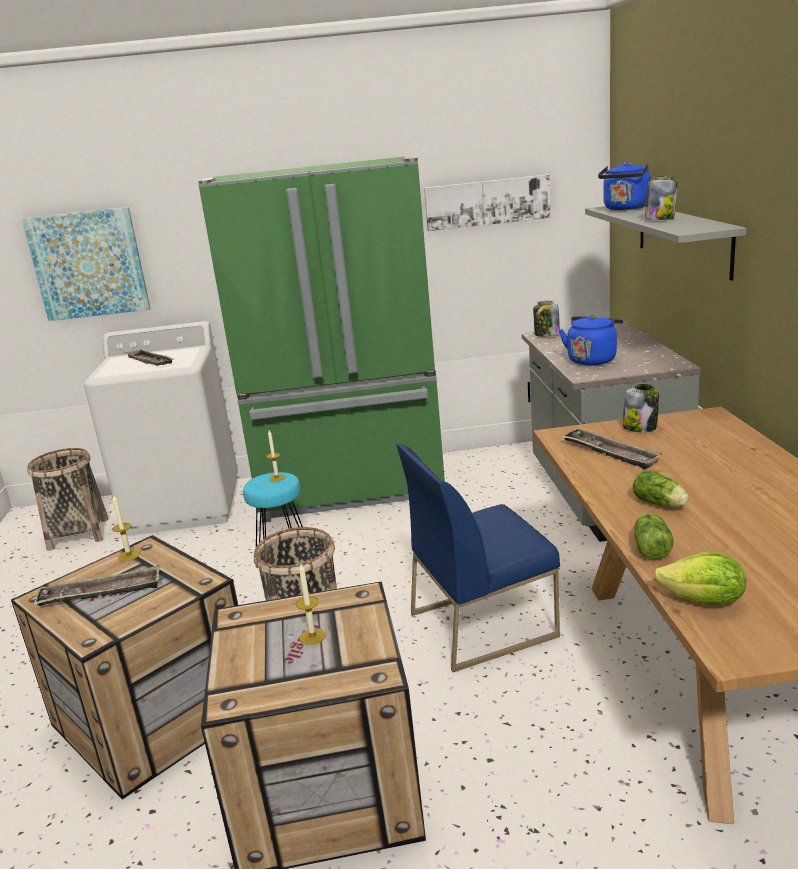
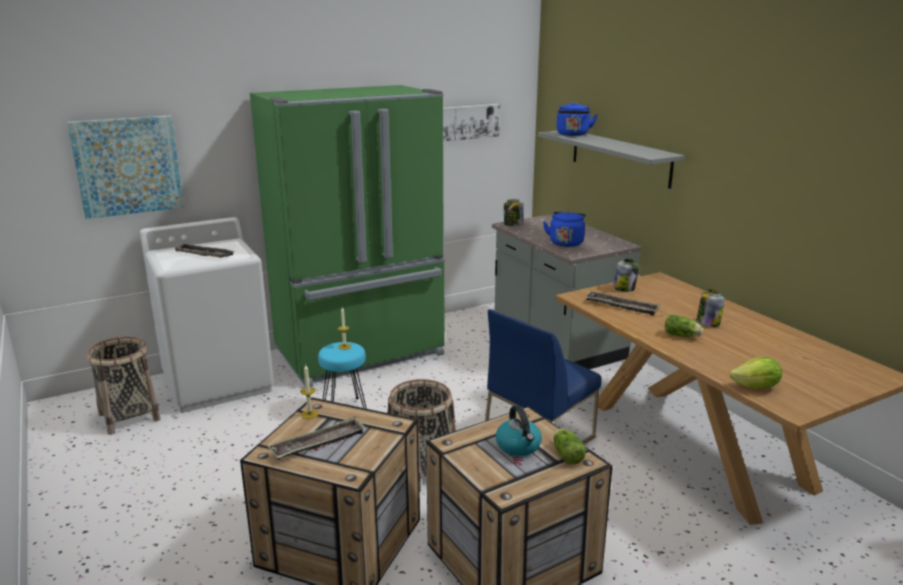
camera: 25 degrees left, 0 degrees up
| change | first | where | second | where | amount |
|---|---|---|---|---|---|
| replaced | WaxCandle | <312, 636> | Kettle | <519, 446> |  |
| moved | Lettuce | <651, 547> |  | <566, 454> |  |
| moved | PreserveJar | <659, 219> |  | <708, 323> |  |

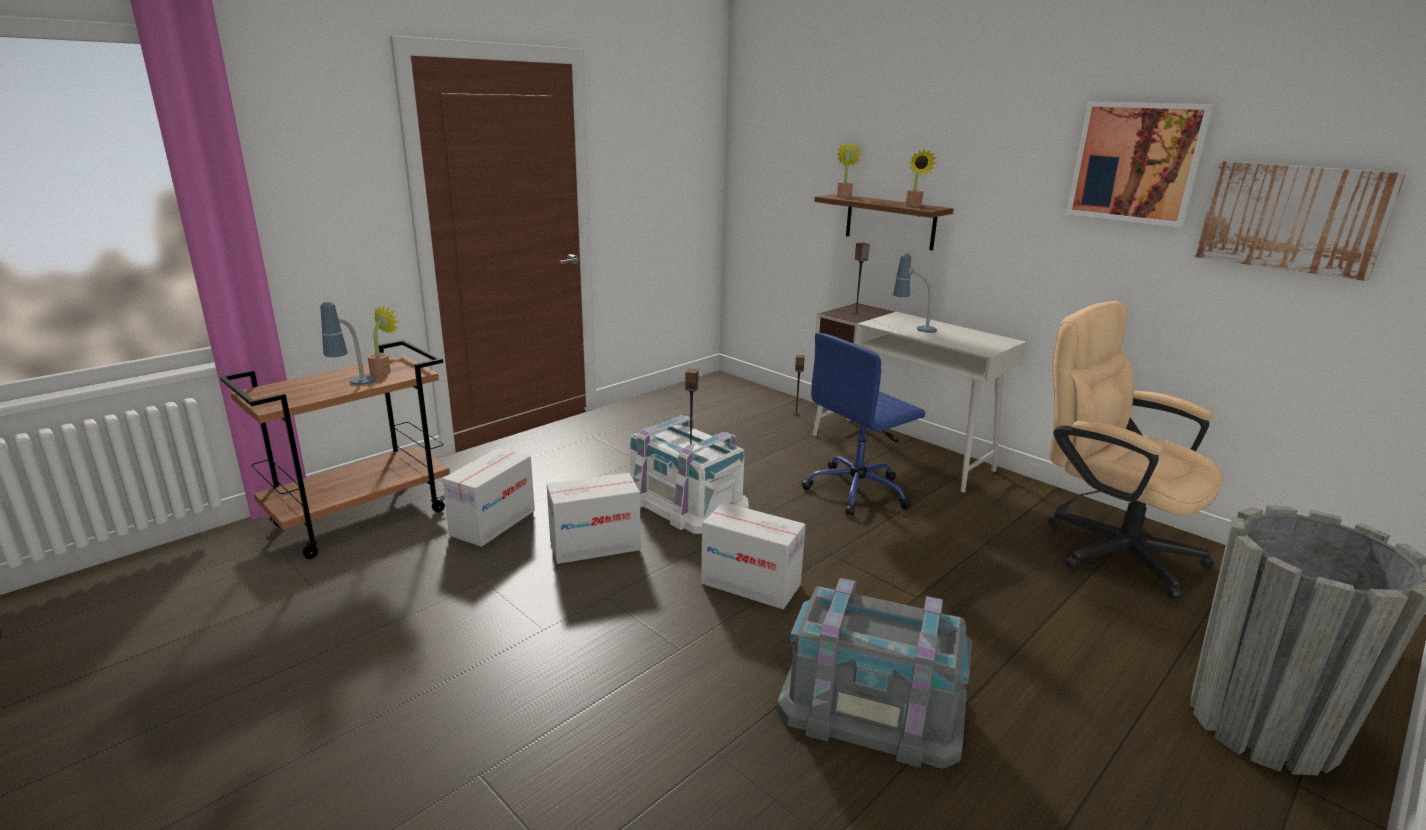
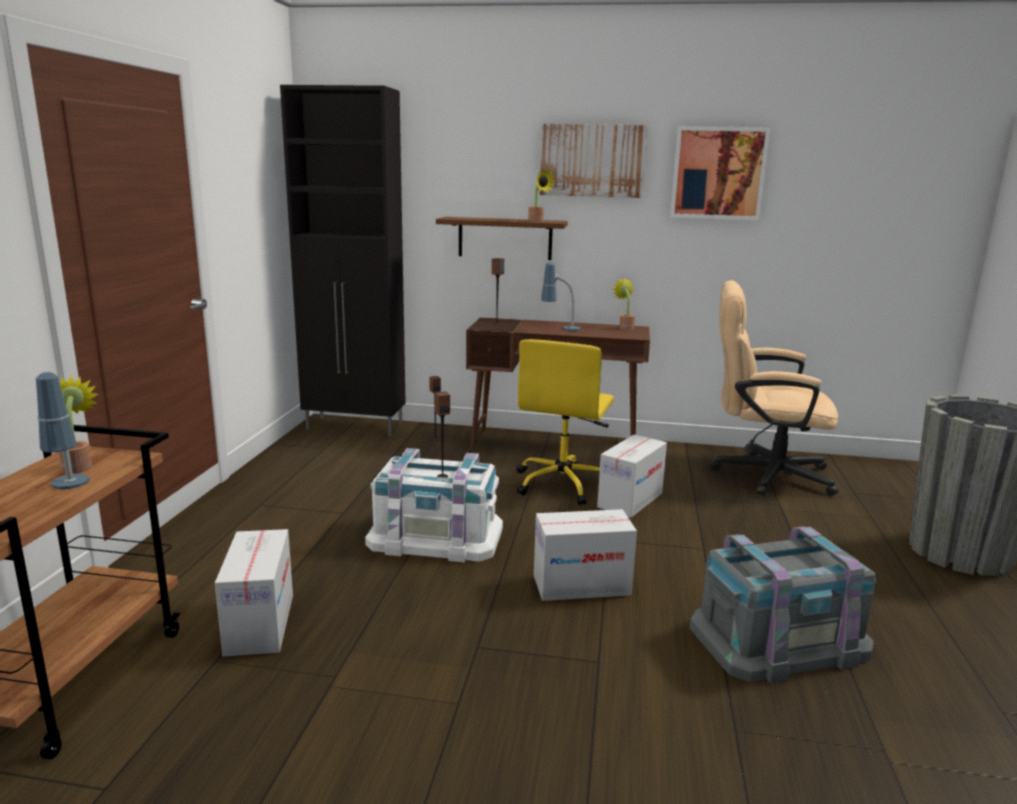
camera: 35 degrees left, 5 degrees down
| change | first | where | second | where | amount |
|---|---|---|---|---|---|
| added |  |  | BlackishCabinet | <356, 427> |  |
| recoloured | WhiteDeskTable | <901, 452> | BrownDeskTable | <555, 445> |  |
| recoloured | BluishComputerChair | <858, 490> | YellowComputerChair | <563, 484> |  |
| moved | Picture | <1292, 218> |  | <592, 161> |  |
| moved | CardboardBox | <595, 546> |  | <630, 500> |  |
| moved | PlantInAPot | <844, 196> |  | <625, 328> |  |

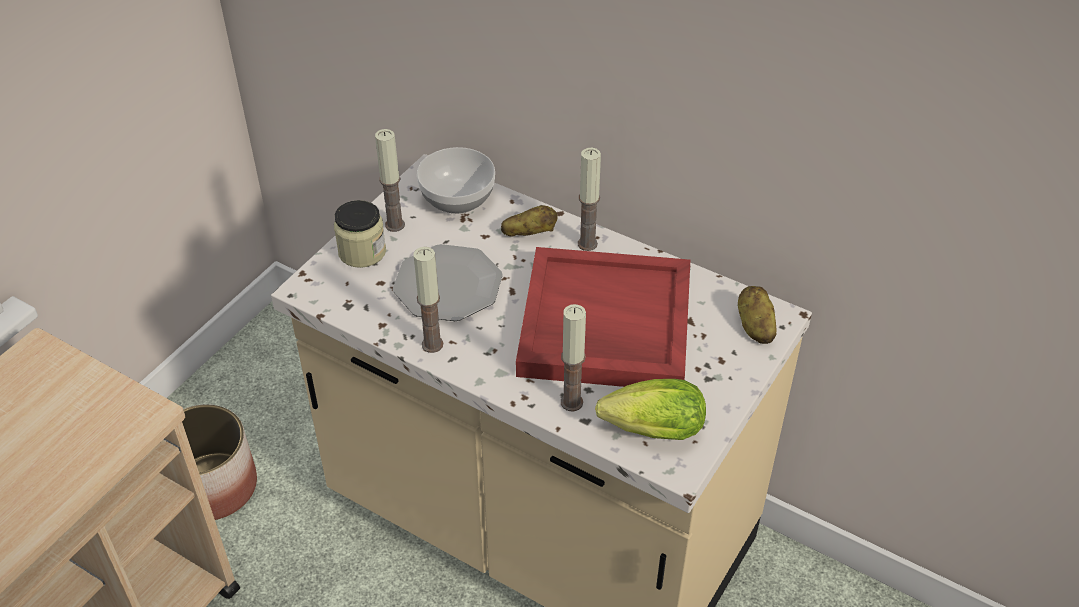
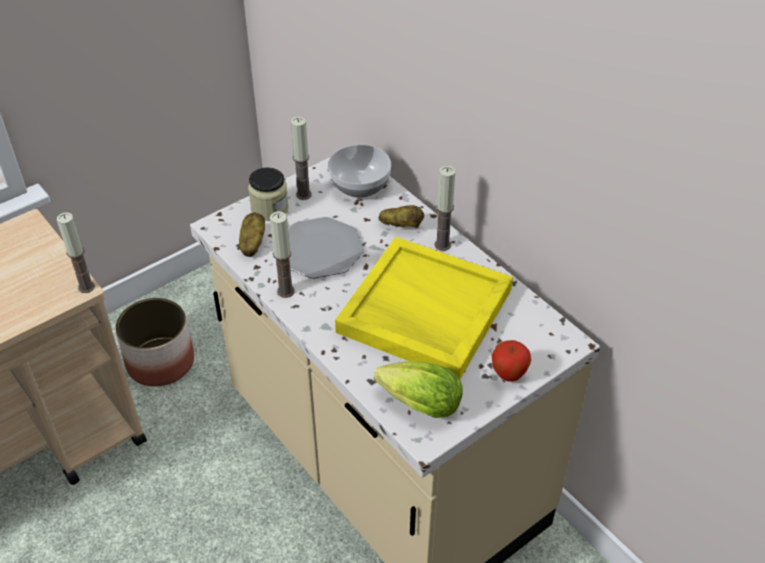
camera: 20 degrees right, 0 degrees up
| change | first | where | second | where | amount |
|---|---|---|---|---|---|
| moved | WaxCandle | <571, 402> |  | <86, 287> |  |
| moved | Potato | <754, 326> |  | <252, 244> |  |
| recoloured | RedTray | <604, 325> | YellowTray | <423, 311> |  |
| added |  |  | Apple | <508, 375> |  |

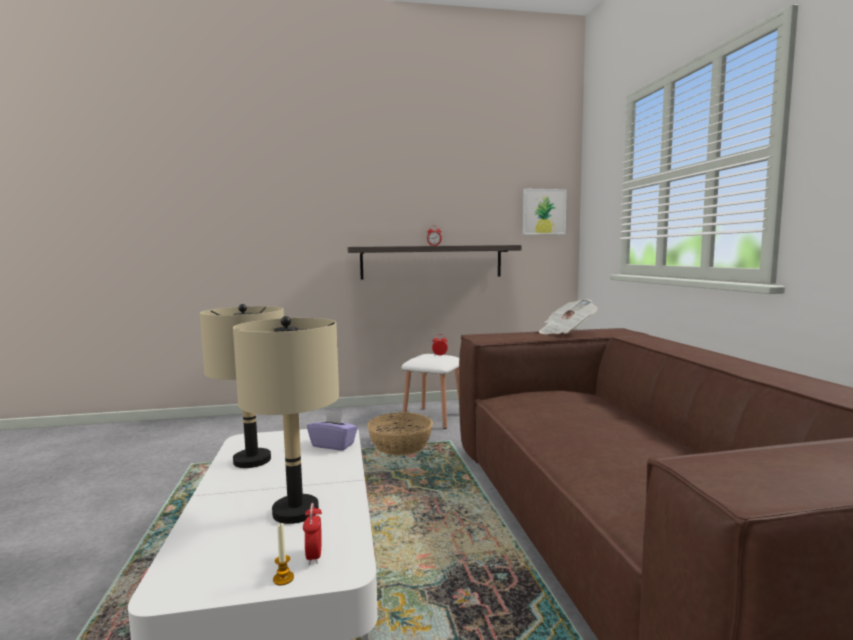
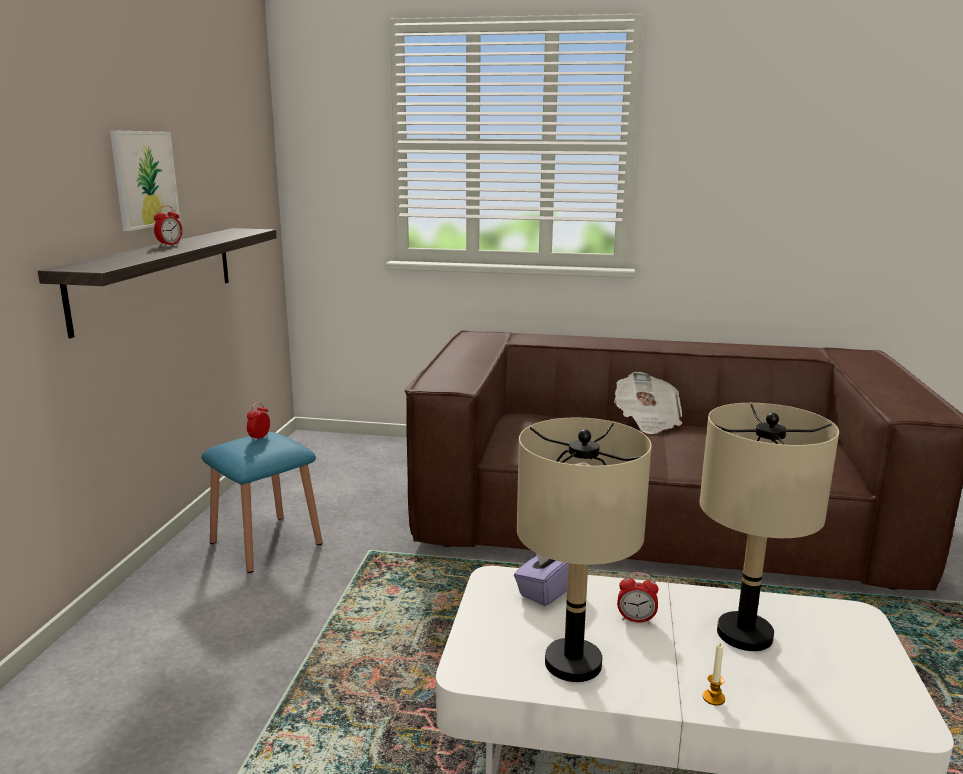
camera: 70 degrees left, 10 degrees up
| change | first | where | second | where | amount |
|---|---|---|---|---|---|
| moved | Picture | <544, 212> |  | <145, 179> |  |
| recoloured | WhiteSittingStool | <433, 418> | BluishSittingStool | <266, 543> |  |
| moved | PrintedPaper | <566, 332> |  | <647, 421> |  |
| moved | BedsideClock | <314, 556> |  | <636, 619> |  |
| moved | WaxCandle | <283, 578> |  | <713, 698> |  |
| removed | Basket | <401, 446> |  |  |  |

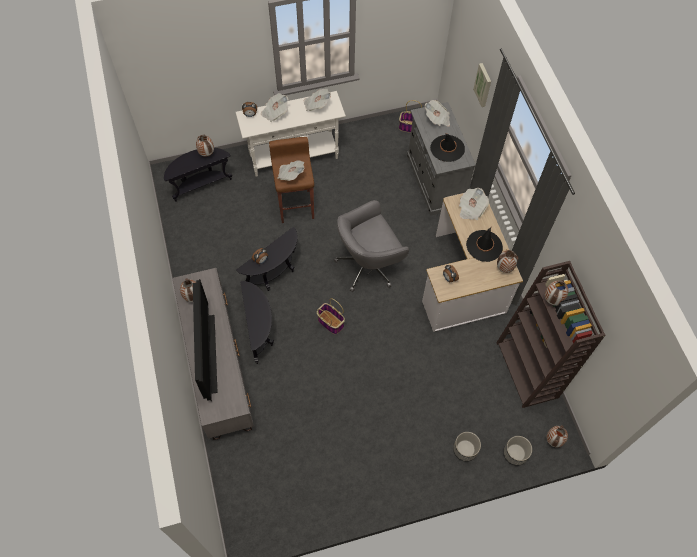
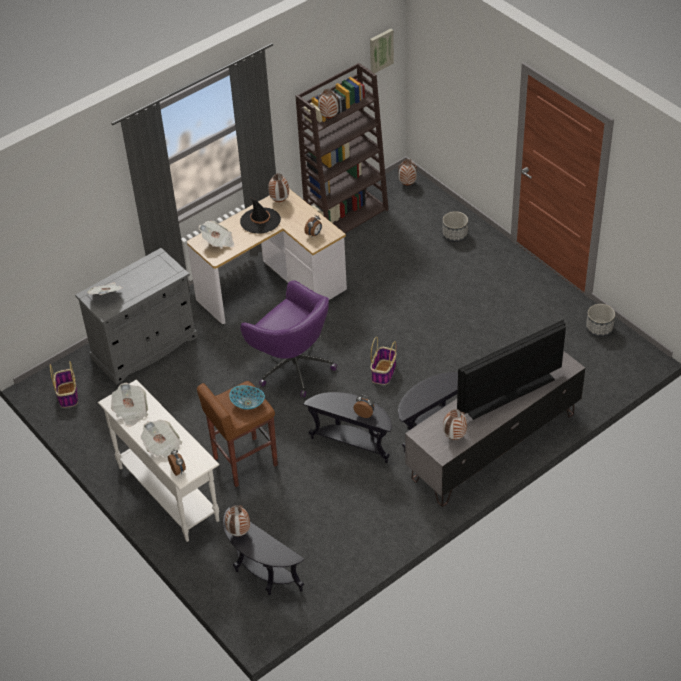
camera: 110 degrees left, 15 degrees down
| change | first | where | second | where | amount |
|---|---|---|---|---|---|
| replaced | PrintedPaper | <290, 174> | DeepDish | <248, 403> |  |
| recoloured | GreyComputerChair | <368, 265> | PurpleComputerChair | <293, 366> |  |
| moved | Picture | <483, 85> |  | <380, 50> |  |
| moved | PlantPot | <515, 453> |  | <599, 328> |  |
| removed | BlackishClothingHat | <447, 148> |  |  |  |

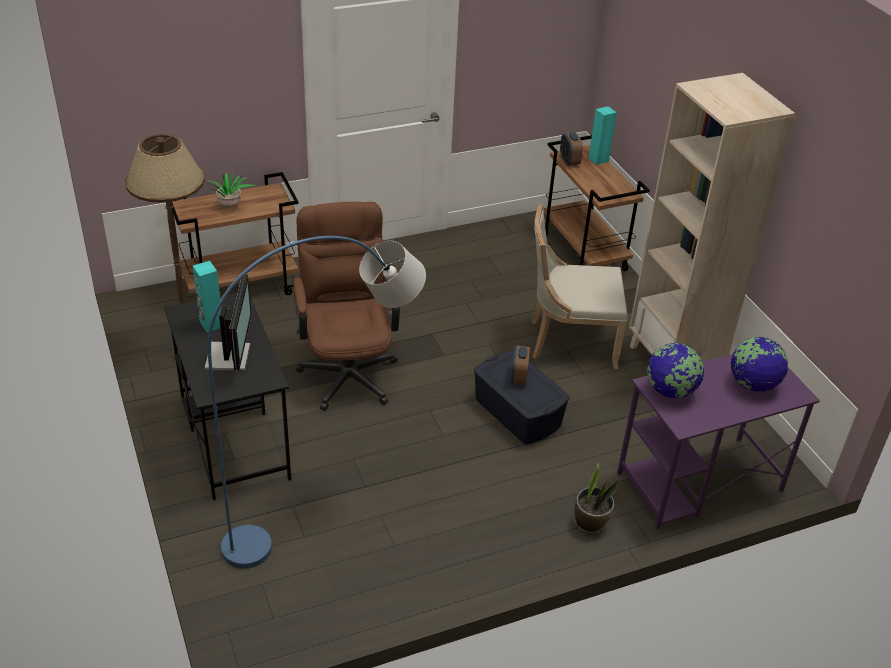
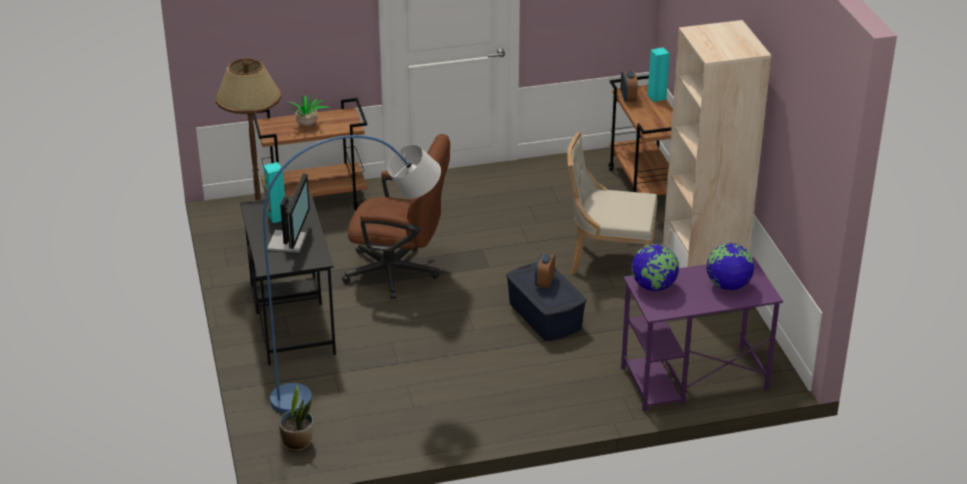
camera: 10 degrees right, 5 degrees down
| change | first | where | second | where | amount |
|---|---|---|---|---|---|
| moved | PlantInAPot | <590, 523> |  | <297, 443> |  |
| turned | BrownComputerChair | <347, 369> |  | <400, 273> | 105 degrees clockwise |

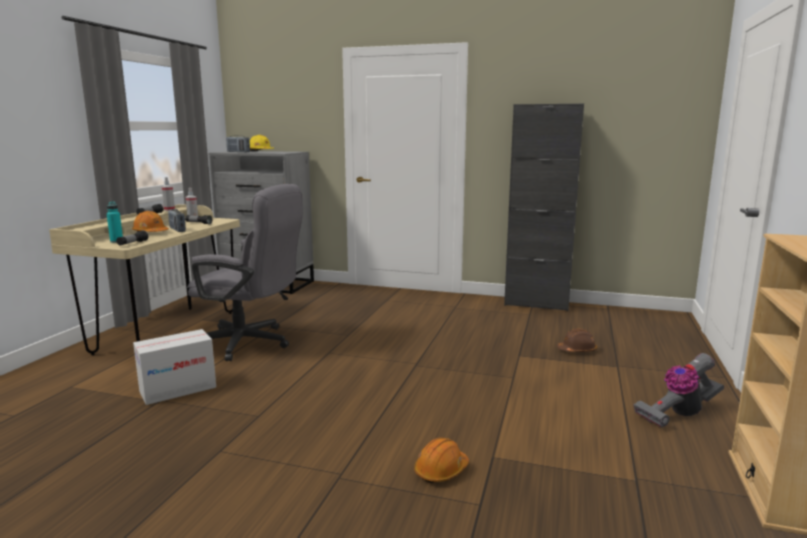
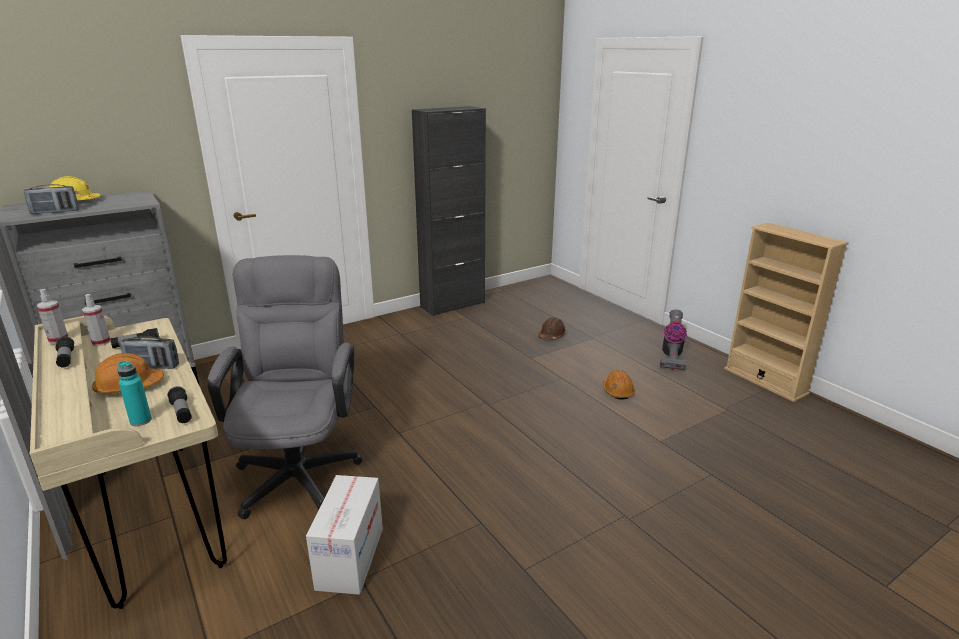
camera: 50 degrees left, 10 degrees up
| change | first | where | second | where | amount |
|---|---|---|---|---|---|
| turned | GreyComputerChair | <250, 343> |  | <300, 468> | 60 degrees counterclockwise |
| moved | OrangeySafetyHelmet | <441, 471> |  | <617, 391> |  |

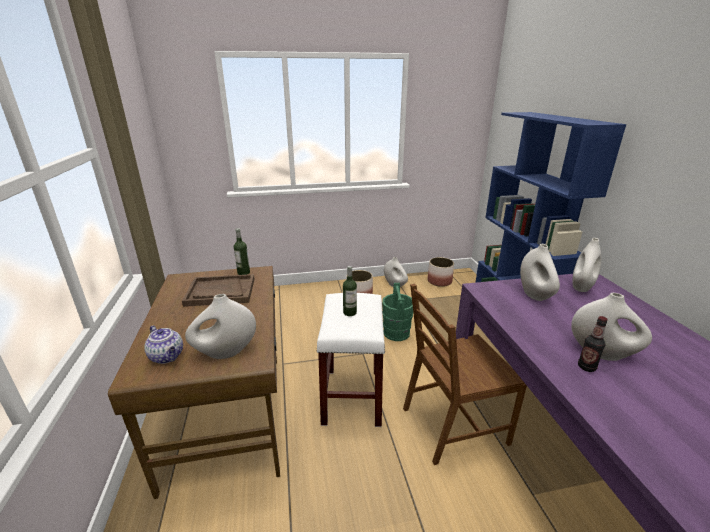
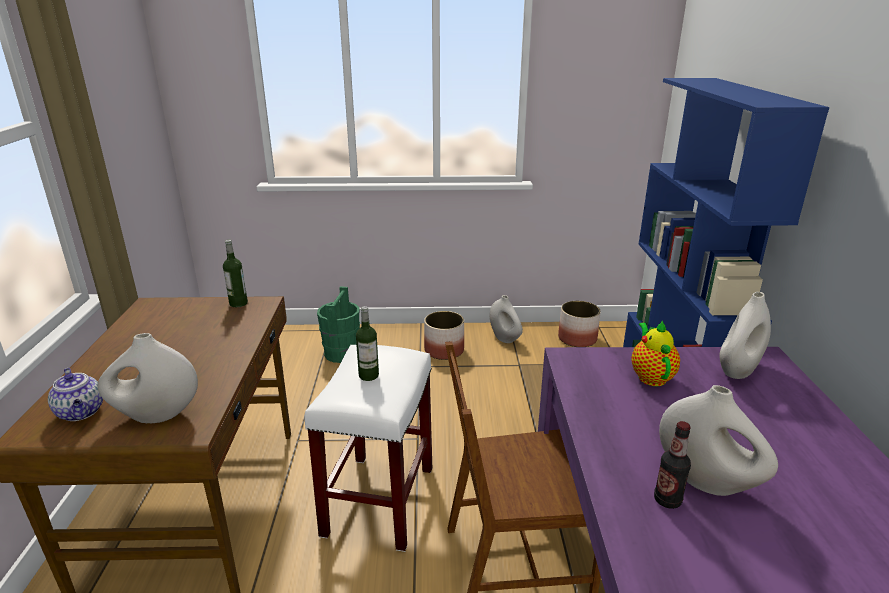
camera: 10 degrees right, 0 degrees up
| change | first | where | second | where | amount |
|---|---|---|---|---|---|
| moved | GreenishBucket | <396, 333> |  | <342, 353> |  |
| replaced | WhiteFlowerVase | <534, 295> | PotForTea | <651, 376> |  |
| removed | BrownTray | <220, 292> |  |  |  |

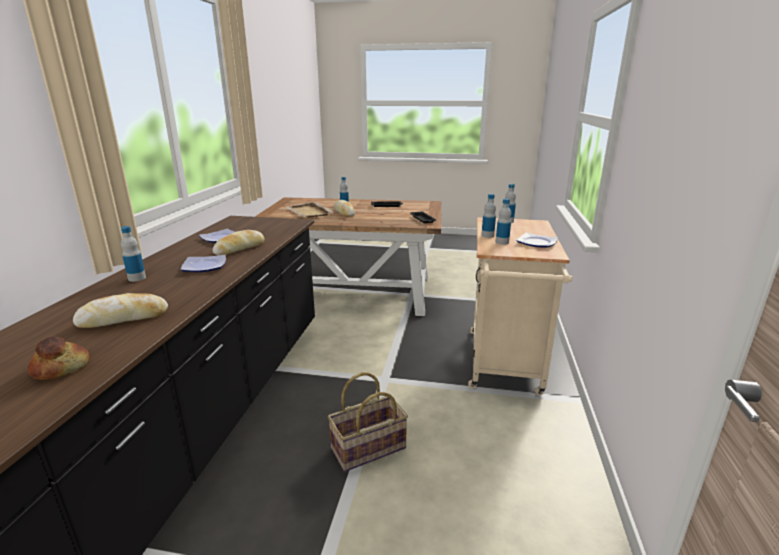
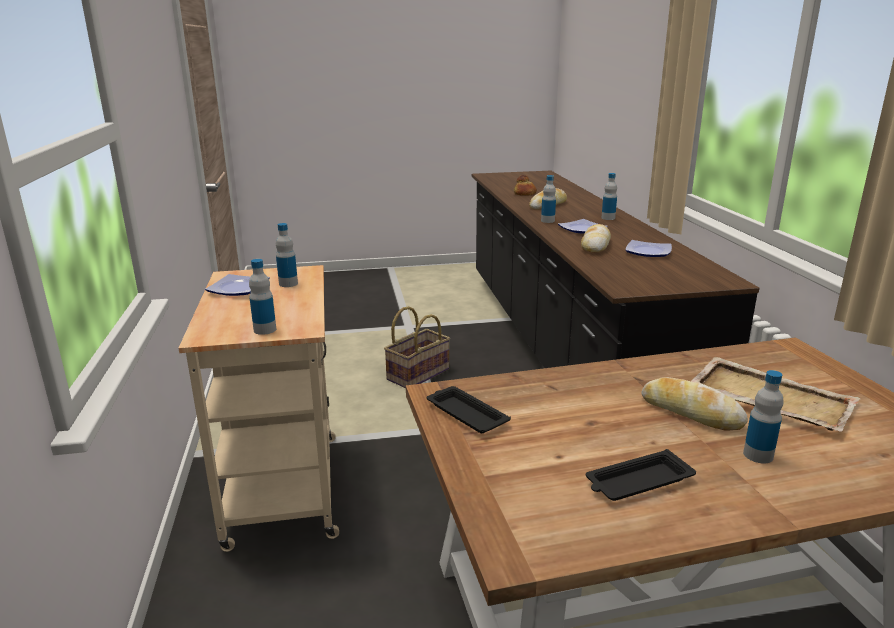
camera: 160 degrees right, 0 degrees up
| change | first | where | second | where | amount |
|---|---|---|---|---|---|
| moved | DrinkBottle | <487, 236> |  | <547, 221> |  |

